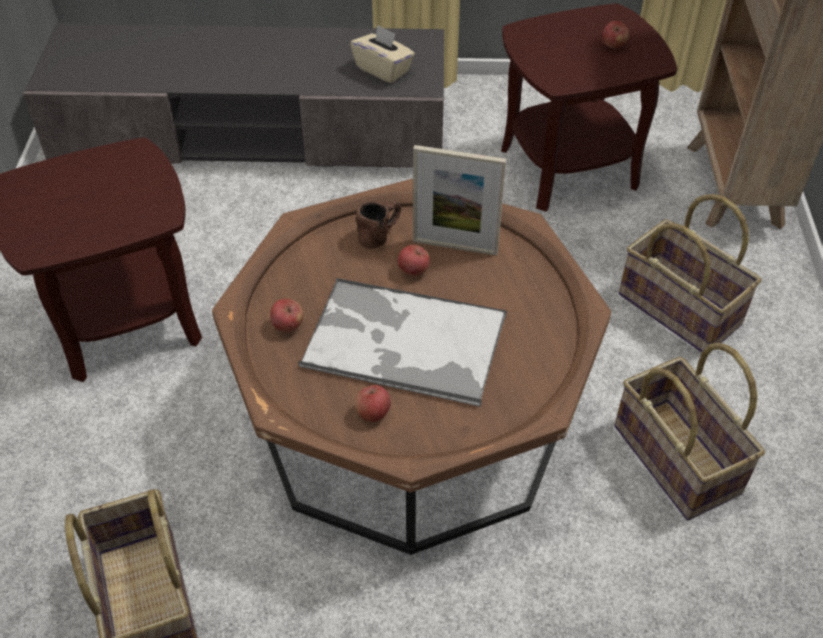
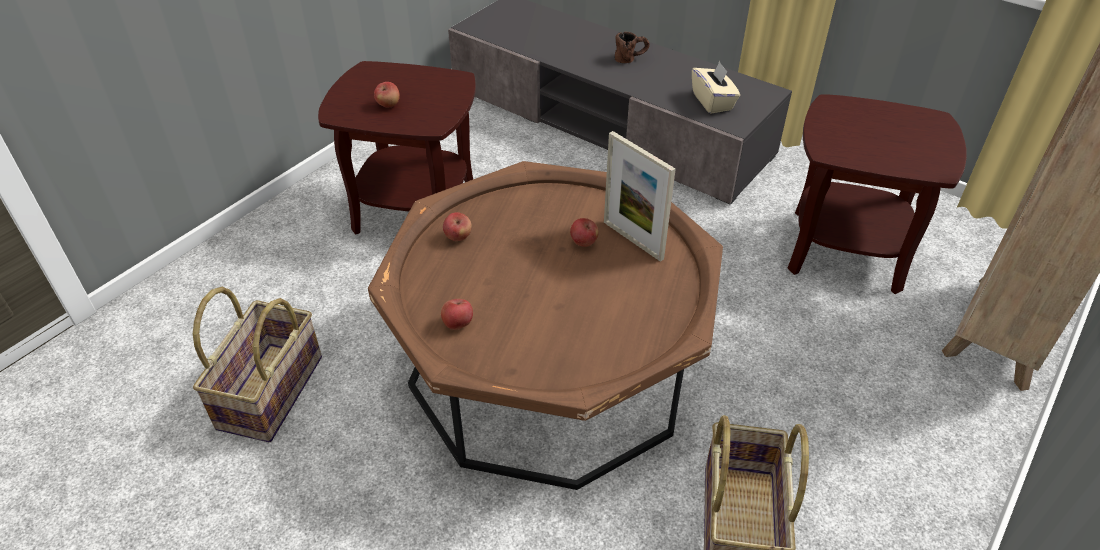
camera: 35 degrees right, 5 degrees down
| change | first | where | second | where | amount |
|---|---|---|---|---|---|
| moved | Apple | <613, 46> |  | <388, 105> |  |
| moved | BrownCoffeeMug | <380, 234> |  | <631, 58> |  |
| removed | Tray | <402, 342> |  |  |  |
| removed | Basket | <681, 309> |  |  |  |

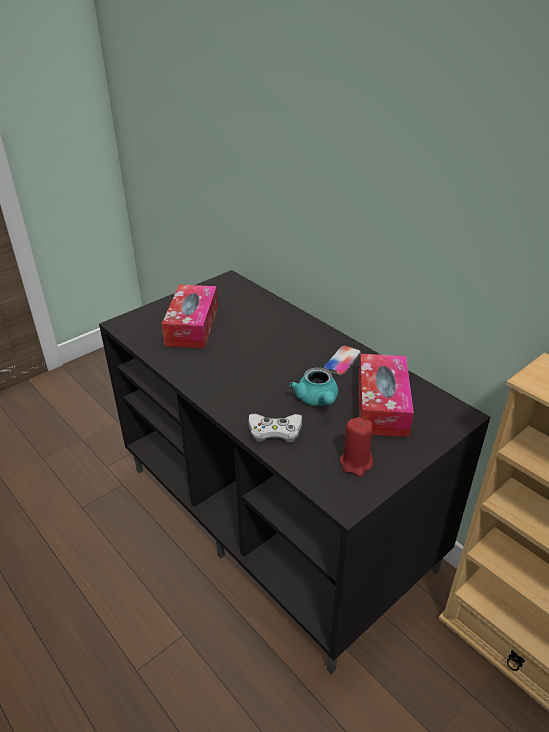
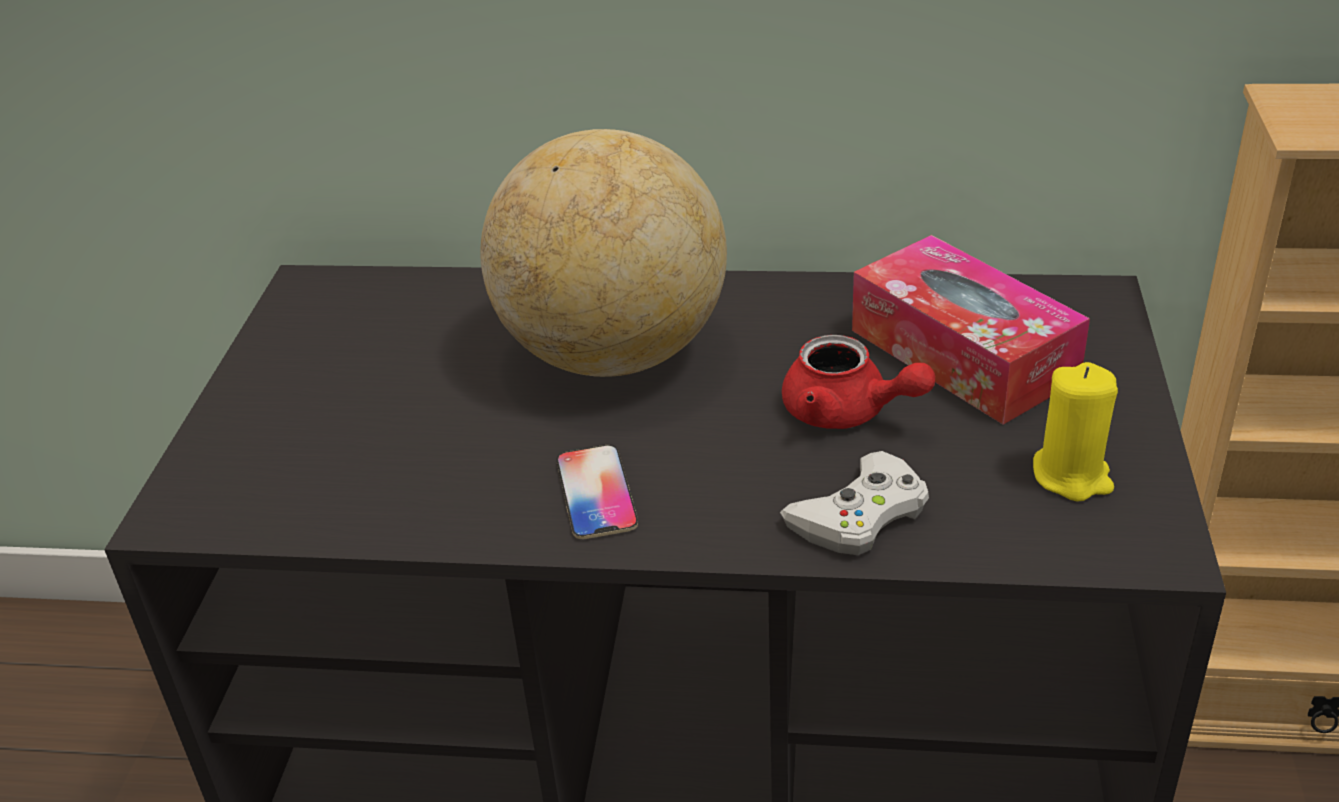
camera: 40 degrees left, 0 degrees up
| change | first | where | second | where | amount |
|---|---|---|---|---|---|
| added |  |  | Globe | <614, 354> |  |
| moved | Handset | <342, 361> |  | <596, 493> |  |
| recoloured | BlueGreenPotForTea | <317, 400> | RedPotForTea | <847, 412> |  |
| recoloured | RedWaxCandle | <356, 463> | YellowWaxCandle | <1072, 476> |  |
| removed | TissueBox | <192, 326> |  |  |  |

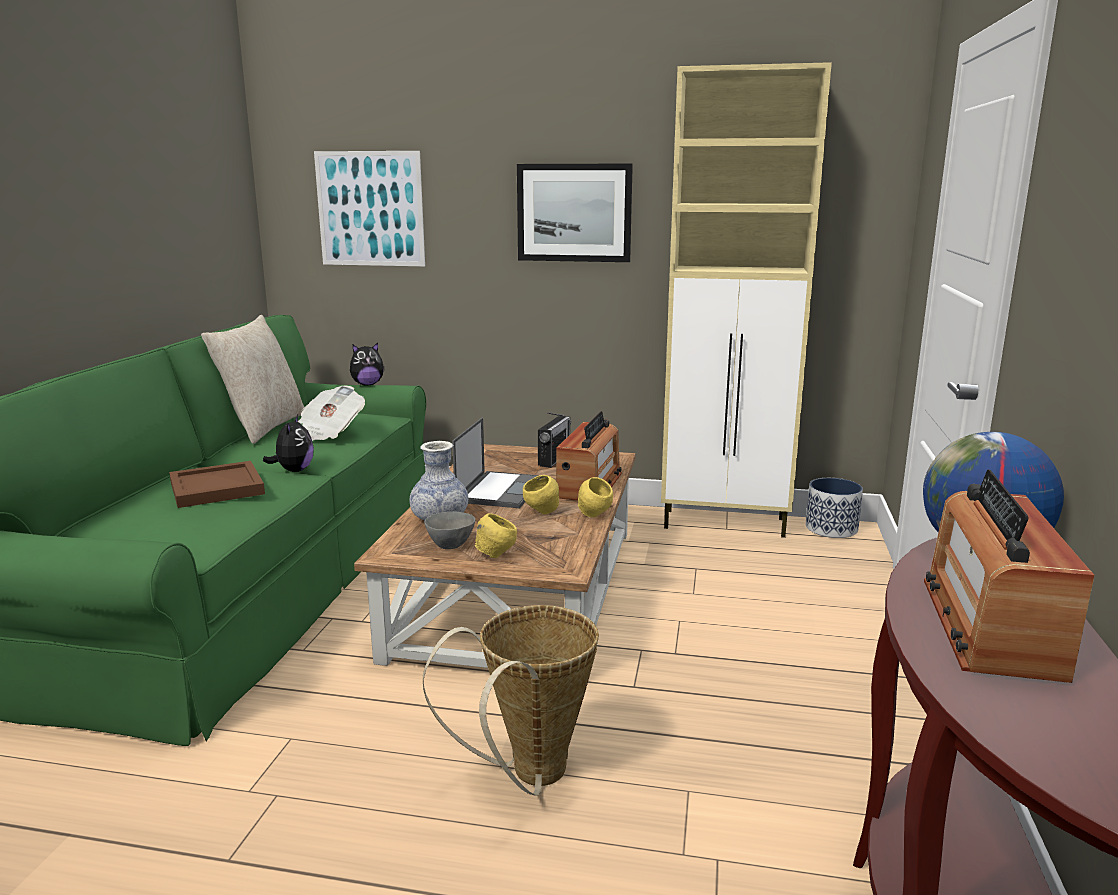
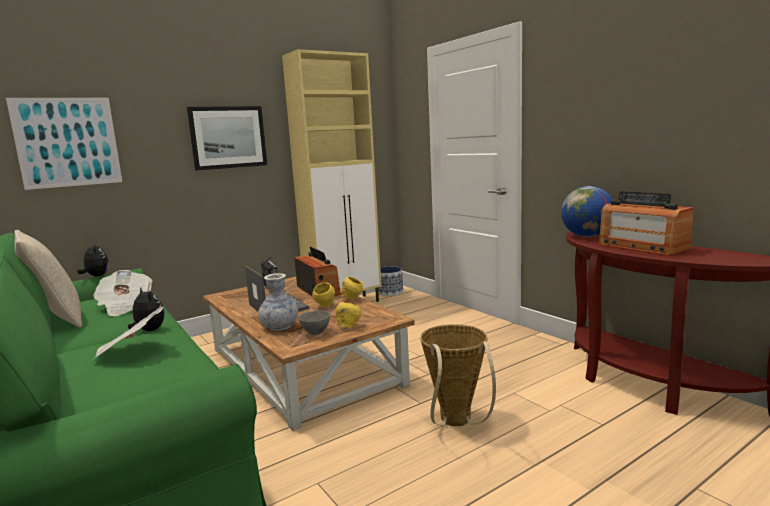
camera: 45 degrees left, 5 degrees down
| change | first | where | second | where | amount |
|---|---|---|---|---|---|
| turned | SoftToy | <367, 384> |  | <96, 276> | 60 degrees counterclockwise |
| replaced | BrownTray | <215, 488> | PrintedPaper | <130, 351> |  |

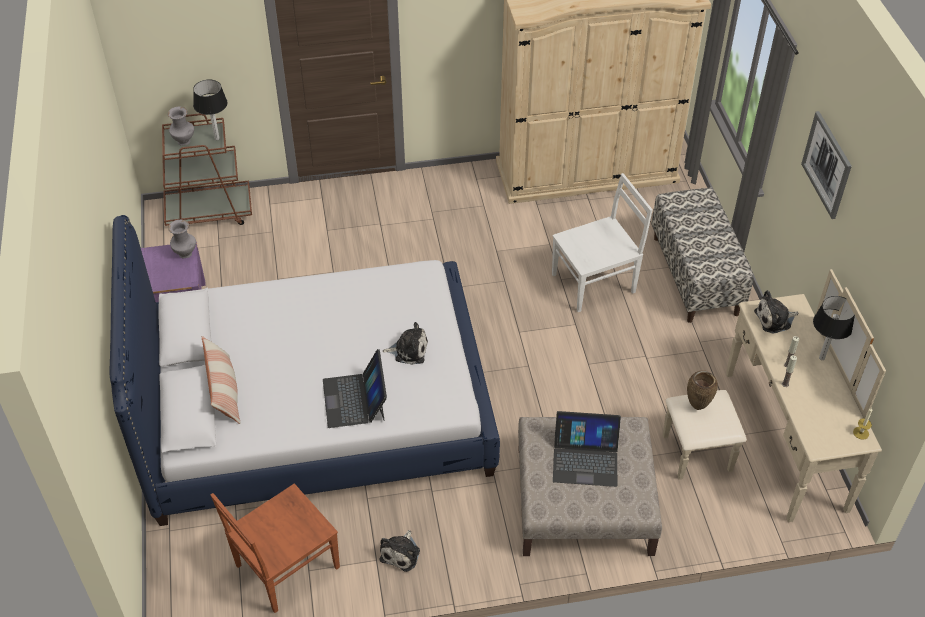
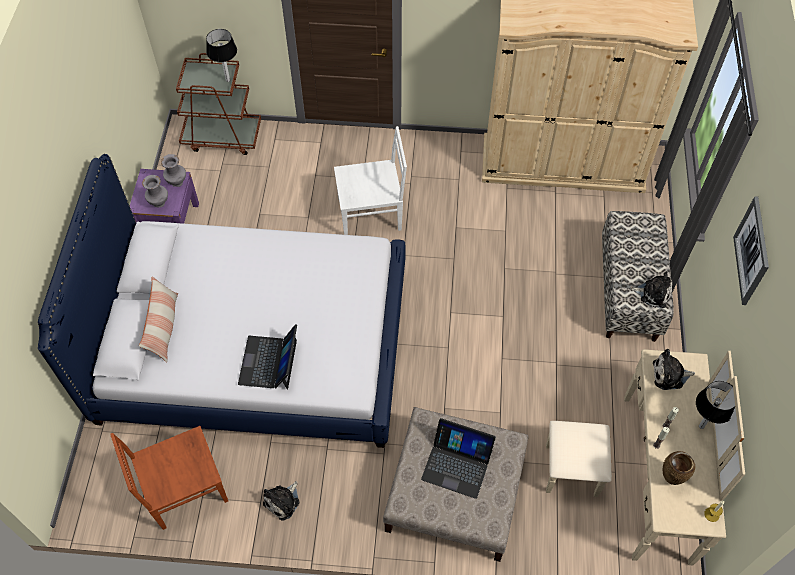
camera: 15 degrees right, 10 degrees up
| change | first | where | second | where | amount |
|---|---|---|---|---|---|
| moved | GreyFlowerVase | <184, 142> |  | <159, 203> |  |
| moved | WhiteUprightChair | <595, 283> |  | <371, 214> |  |
| moved | SoftToy | <408, 350> |  | <653, 293> |  |
| moved | BrownFlowerVase | <697, 406> |  | <671, 478> |  |

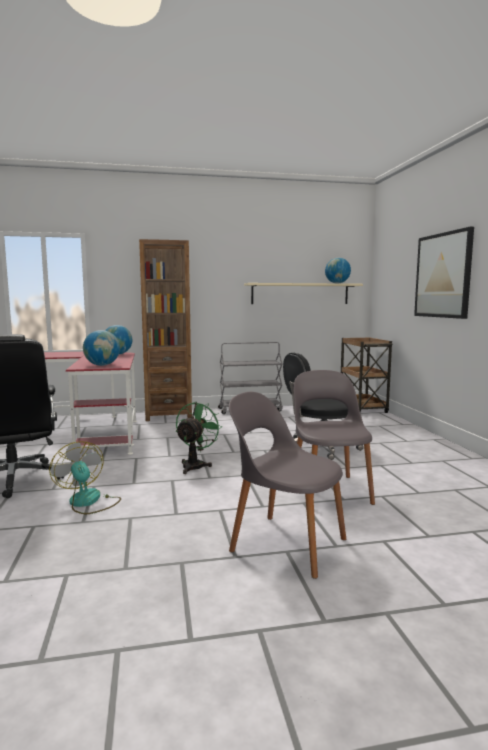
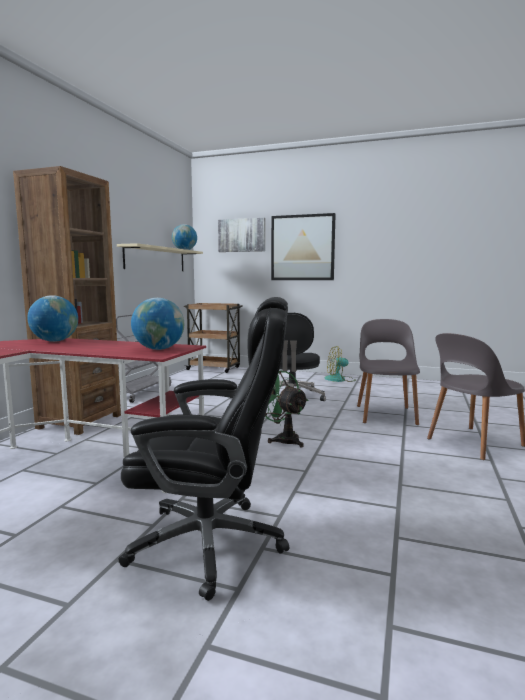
camera: 60 degrees left, 0 degrees up
| change | first | where | second | where | amount |
|---|---|---|---|---|---|
| added |  |  | Picture | <241, 235> |  |
| moved | CoolingFan | <88, 502> |  | <340, 379> |  |
| turned | GreyUprightChair | <329, 490> |  | <386, 414> | 75 degrees clockwise |

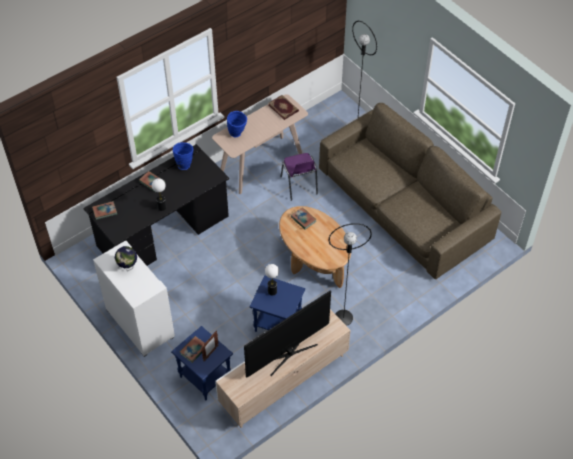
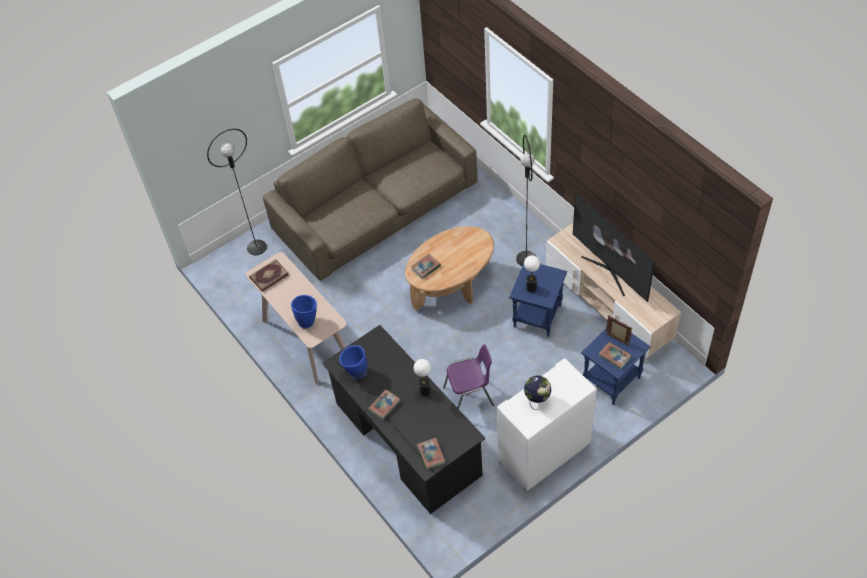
camera: 85 degrees left, 0 degrees up
| change | first | where | second | where | amount |
|---|---|---|---|---|---|
| moved | PurpleUprightChair | <299, 186> |  | <470, 397> |  |

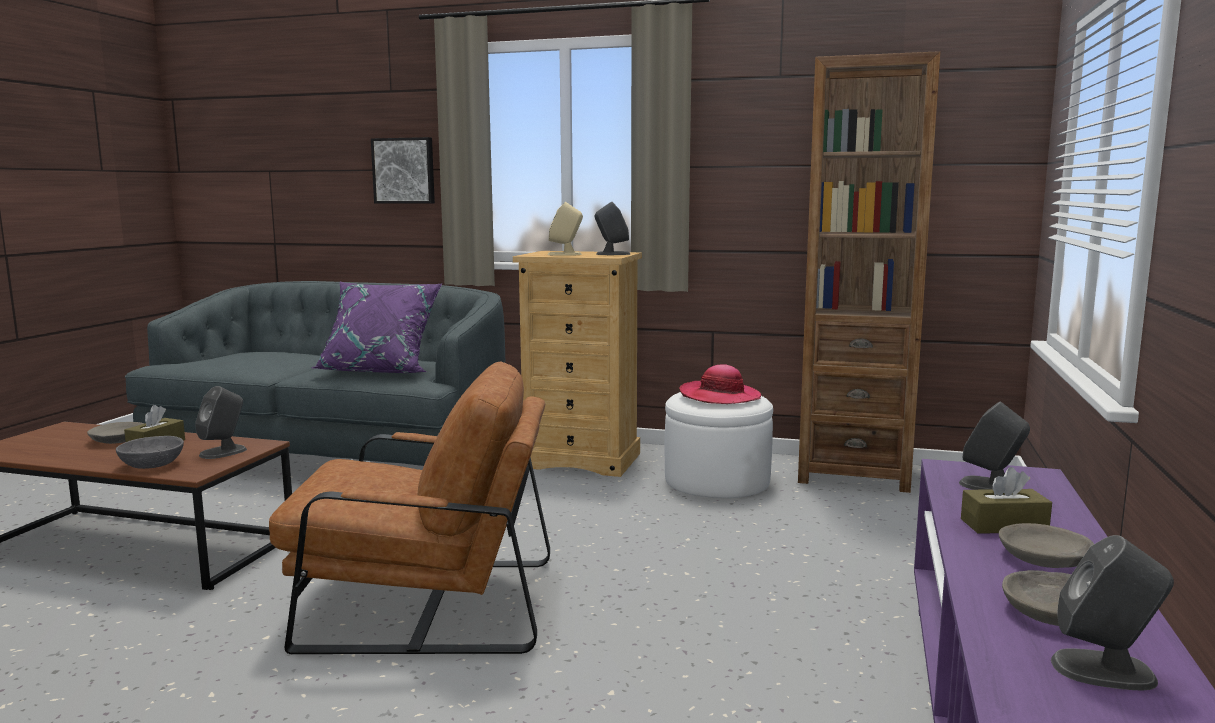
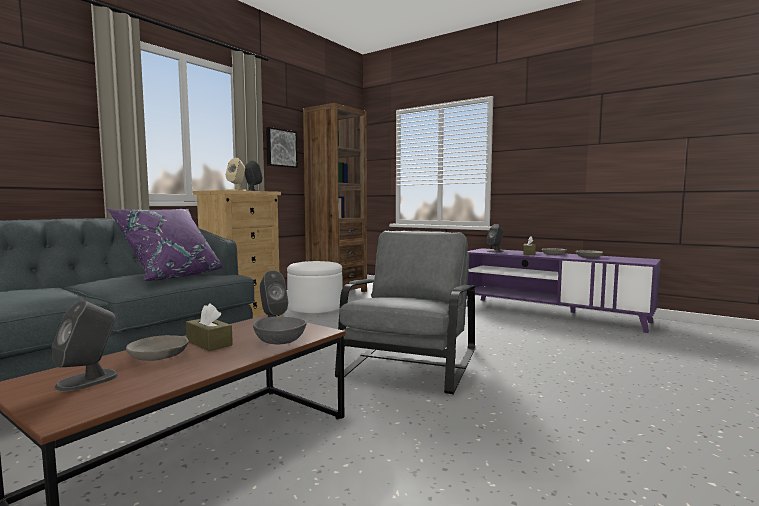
camera: 70 degrees left, 5 degrees down
| change | first | where | second | where | amount |
|---|---|---|---|---|---|
| moved | GreySpeaker | <1105, 670> |  | <88, 380> |  |
| moved | Picture | <404, 171> |  | <280, 148> |  |
| recoloured | BrownEasyChair | <424, 603> | GreyEasyChair | <410, 364> |  |
| removed | ClothingHat | <720, 396> |  |  |  |

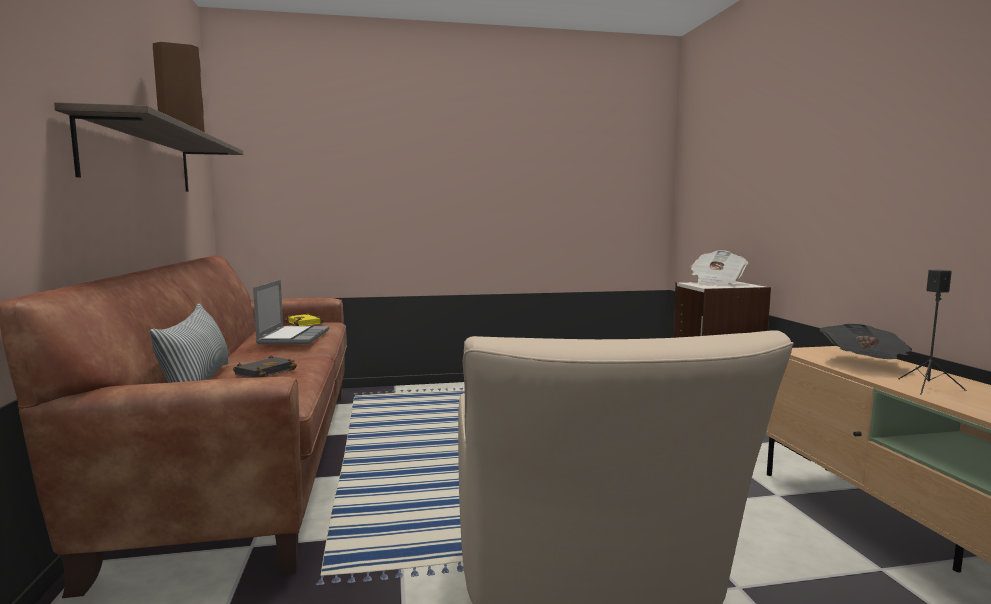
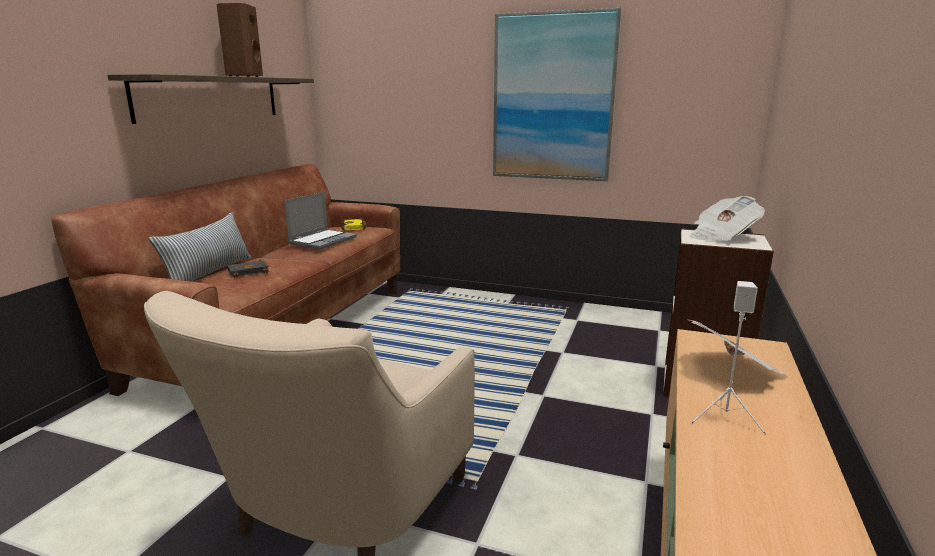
camera: 30 degrees right, 10 degrees up
| change | first | where | second | where | amount |
|---|---|---|---|---|---|
| added |  |  | Picture | <553, 98> |  |
| recoloured | BlackishSpeaker | <928, 387> | WhiteSpeaker | <726, 418> |  |

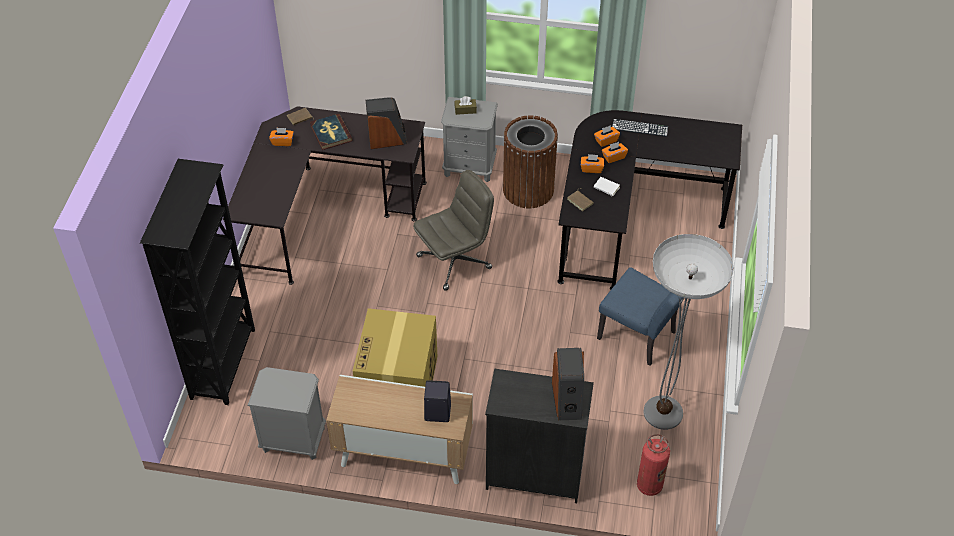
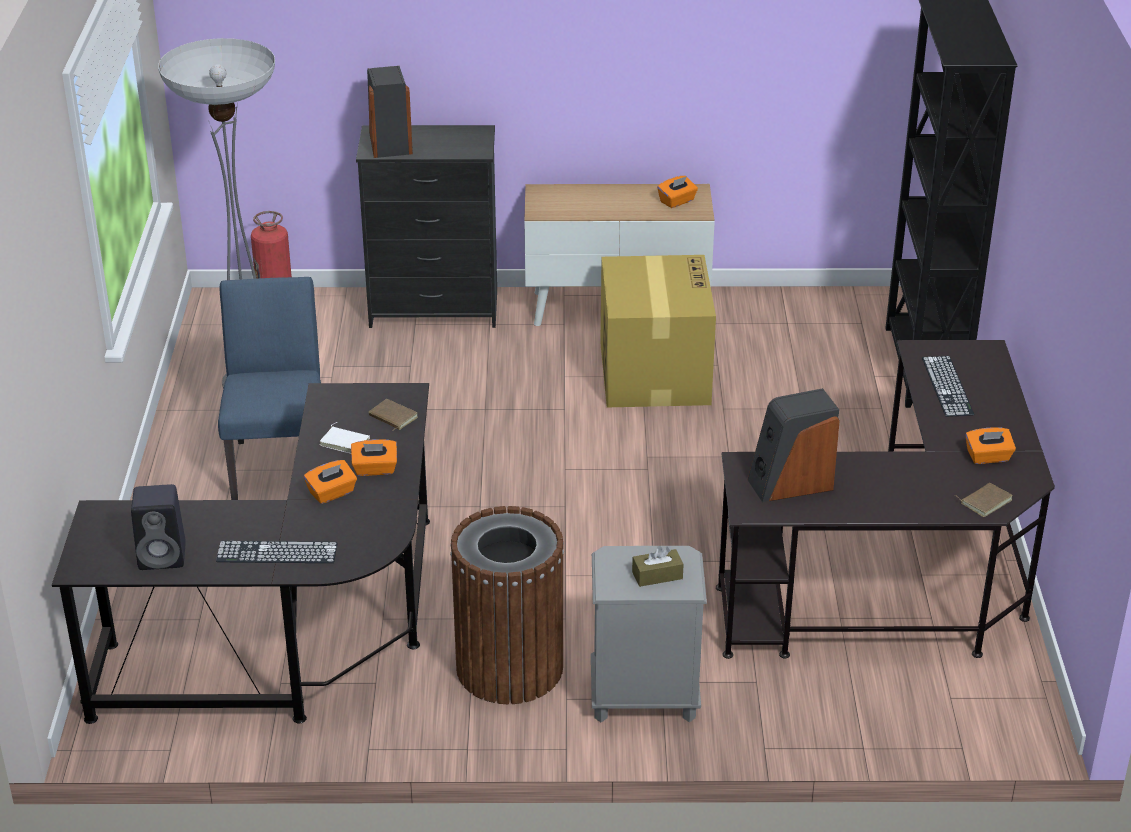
camera: 170 degrees right, 15 degrees down
| change | first | where | second | where | amount |
|---|---|---|---|---|---|
| moved | BlackishSpeaker | <436, 412> |  | <164, 556> |  |
| turned | BluishUprightChair | <642, 338> |  | <280, 462> | 60 degrees clockwise |
| moved | OrangeyTissueBox | <606, 141> |  | <677, 201> |  |
| added |  |  | PcKeyboard | <947, 386> |  |
| removed | GreyBedsideTable | <293, 439> |  |  |  |
| removed | Volume | <330, 133> |  |  |  |
| removed | GreyComputerChair | <455, 261> |  |  |  |

